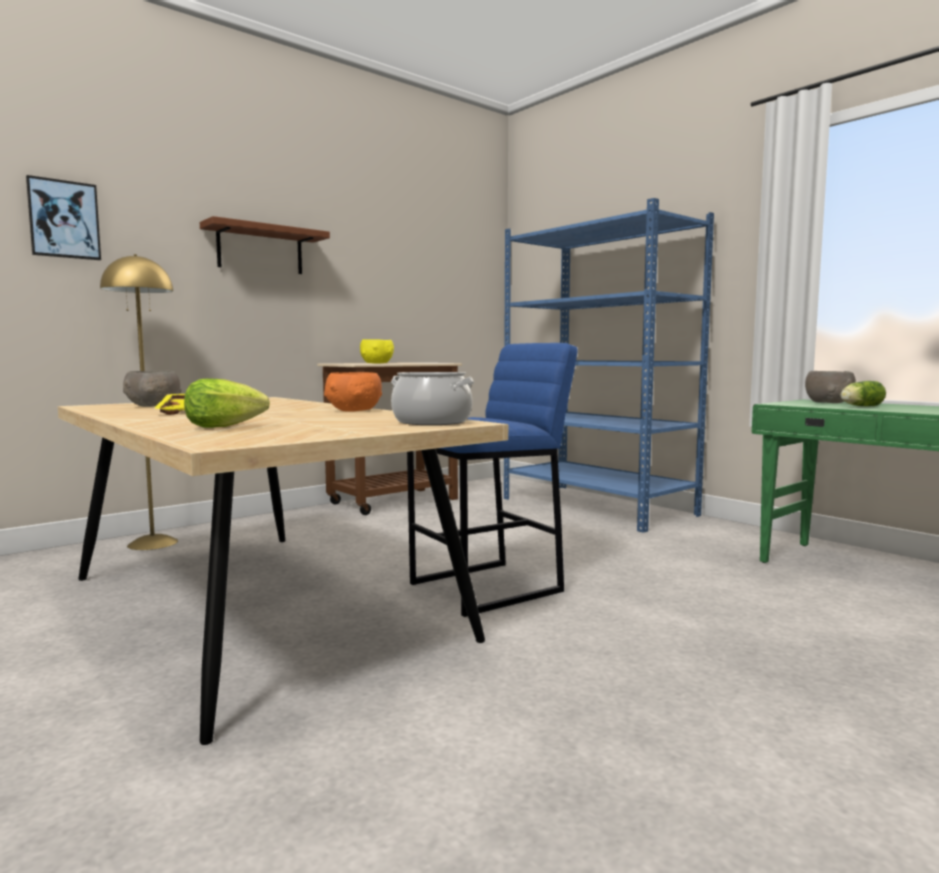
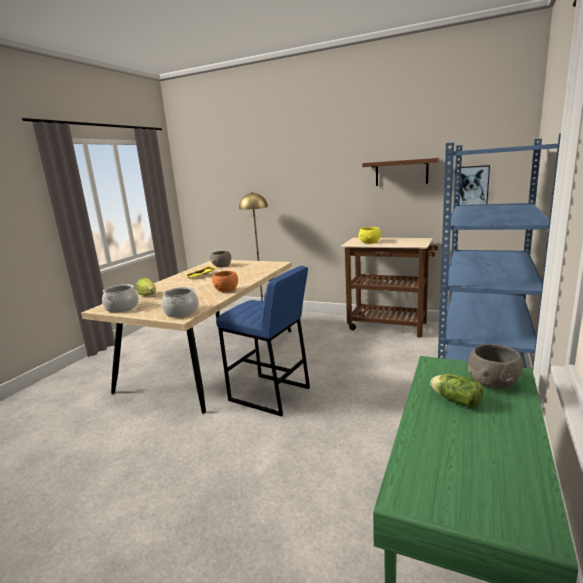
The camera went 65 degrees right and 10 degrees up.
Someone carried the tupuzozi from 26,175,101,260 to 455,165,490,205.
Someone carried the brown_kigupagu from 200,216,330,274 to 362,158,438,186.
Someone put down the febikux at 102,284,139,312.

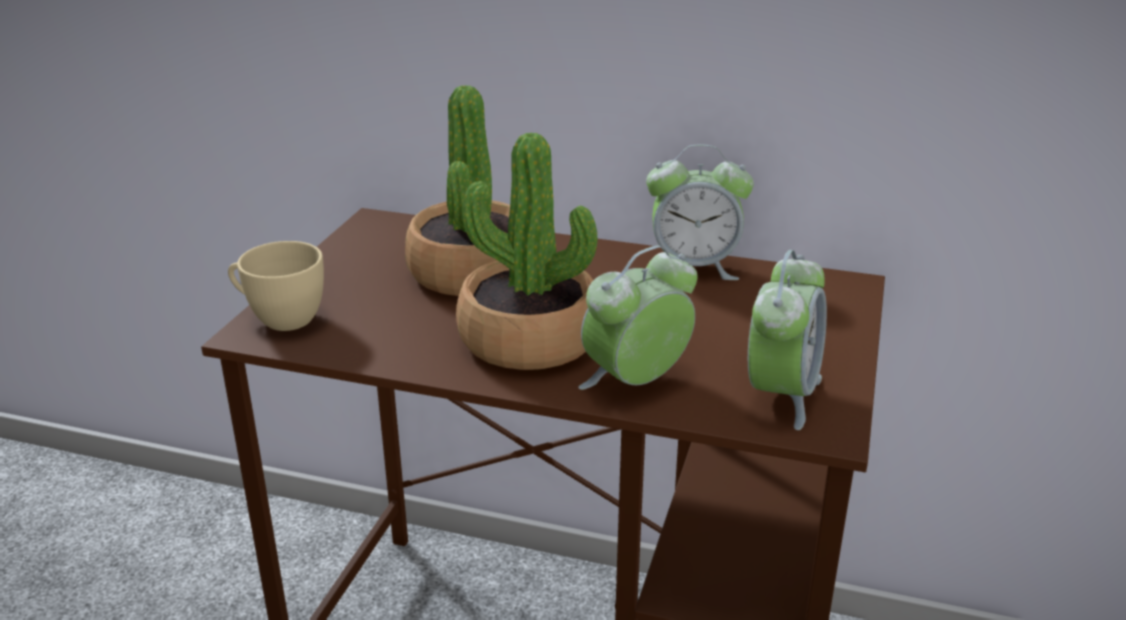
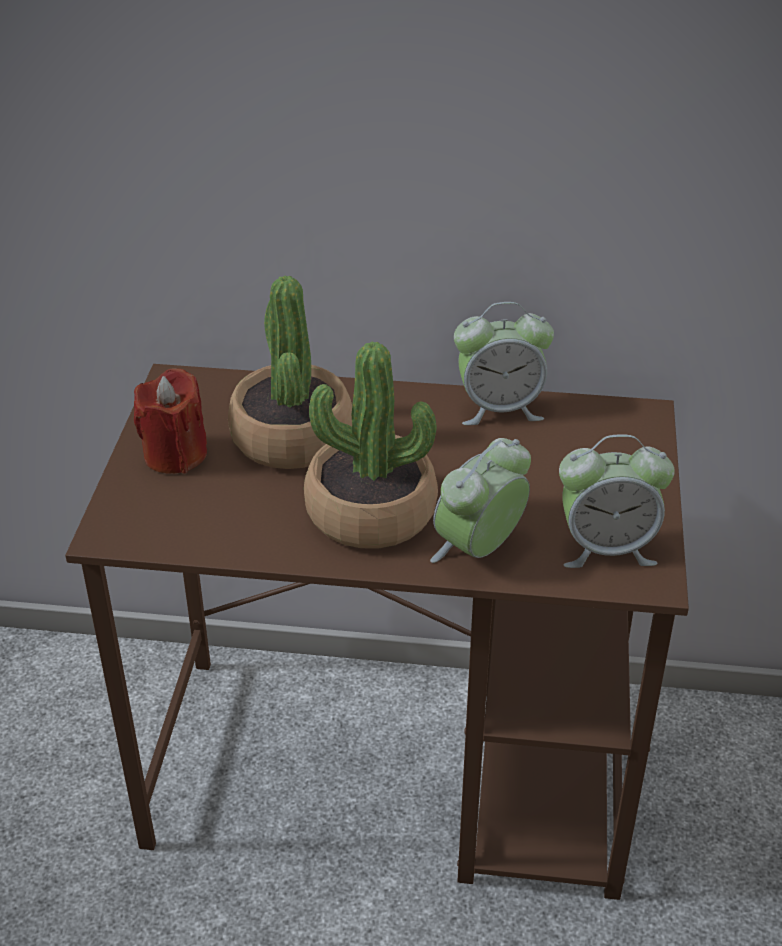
The camera went 10 degrees left and 10 degrees up.
Someone took away the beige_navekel at 228,241,324,331.
Someone rotated the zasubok at 748,250,827,430 by 75 degrees clockwise.
Someone put down the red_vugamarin at 134,368,207,474.

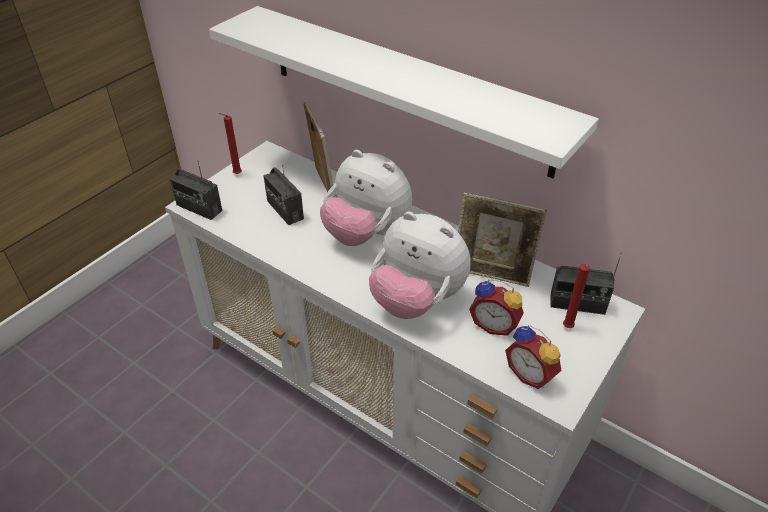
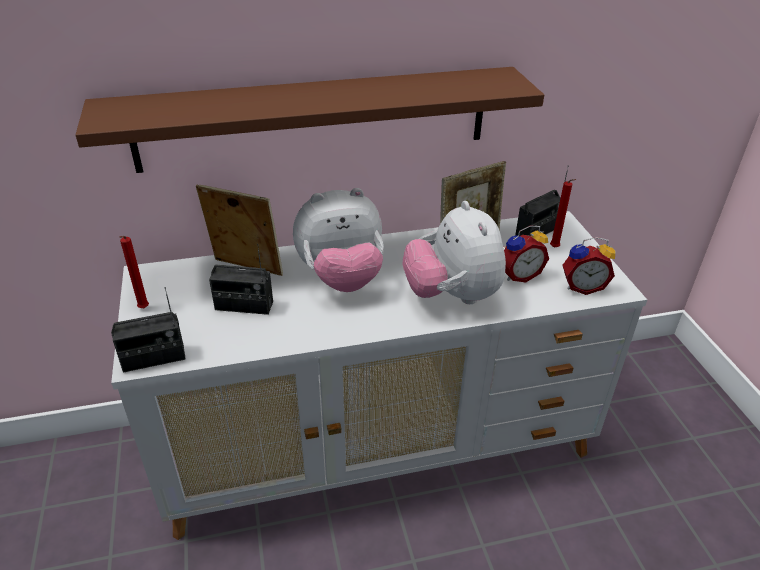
The camera went 50 degrees left and 5 degrees down.
Someone repainted the white_kigupagu at 209,6,599,178, which became the brown_kigupagu at 75,67,544,173.
Someone rotated the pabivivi at 369,212,471,319 by 90 degrees clockwise.

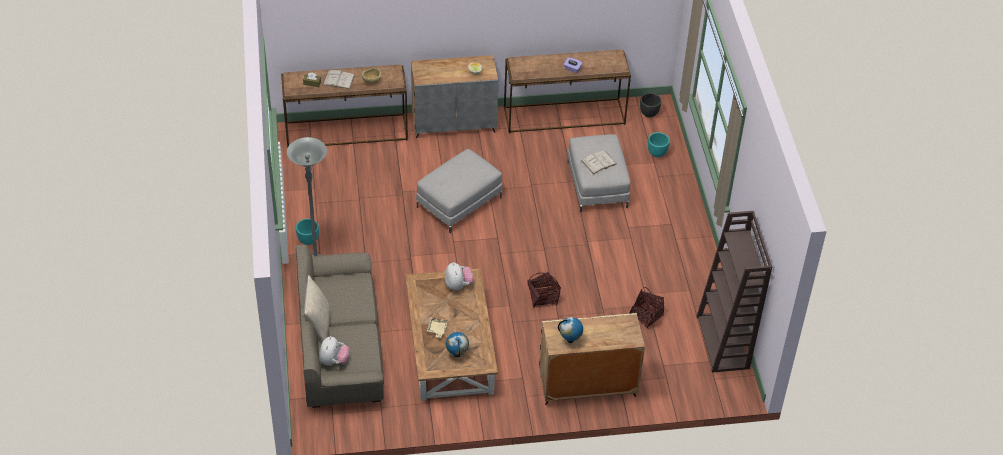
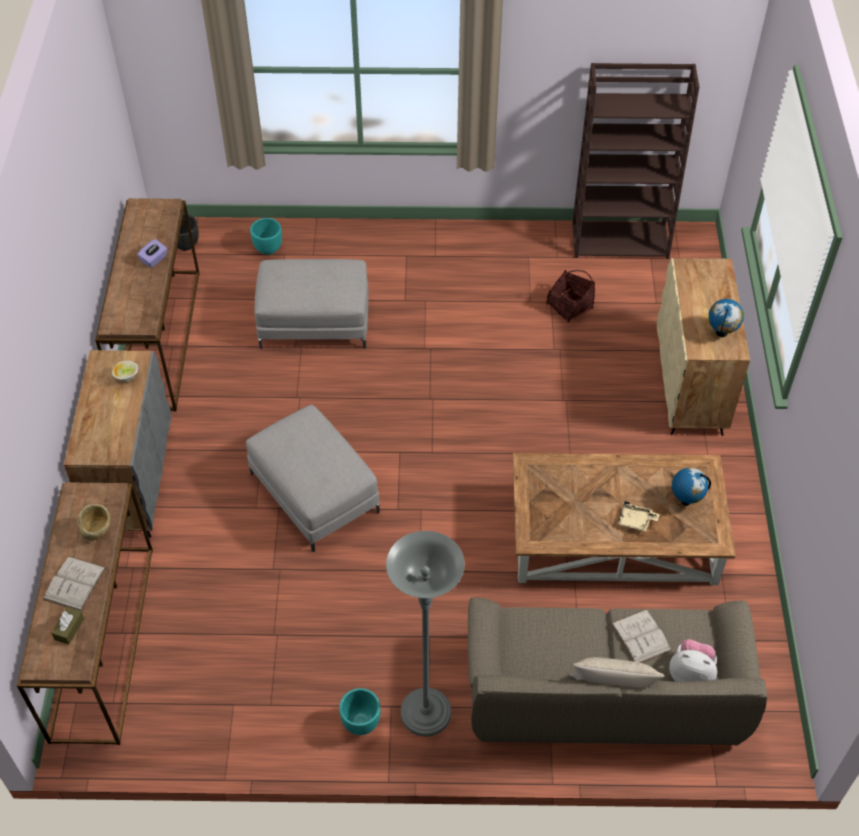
The camera went 80 degrees left and 5 degrees up.
Someone took away the pabivivi at 445,262,474,290.
Someone took away the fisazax at 527,272,561,307.
Someone carried the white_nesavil from 581,150,617,174 to 611,609,672,663.

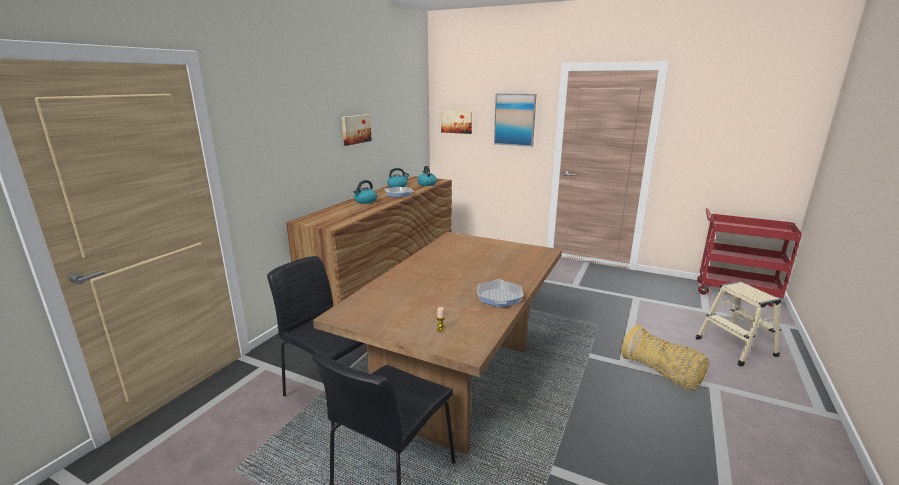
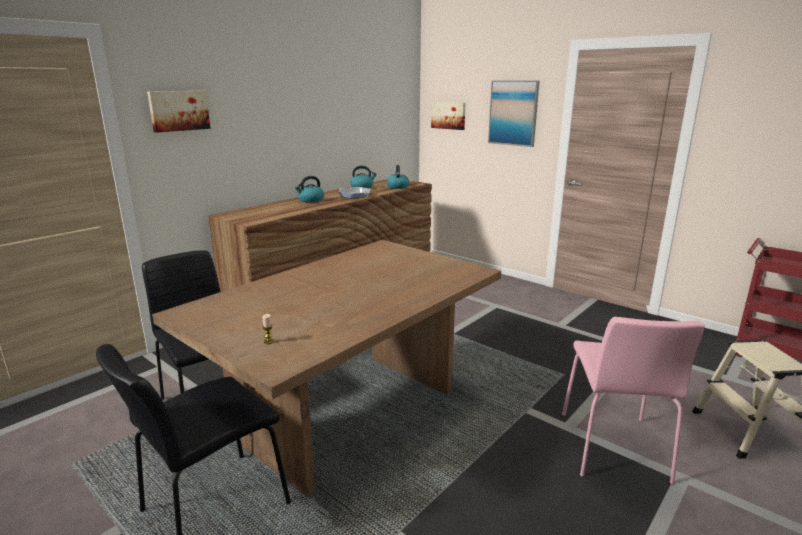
The camera went 15 degrees right and 0 degrees up.
Someone carried the tupuzozi from 342,114,372,146 to 147,91,211,133.
Someone took away the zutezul at 477,279,523,307.
Someone swapped the fisazax at 622,325,709,390 for the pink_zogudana at 562,317,705,484.

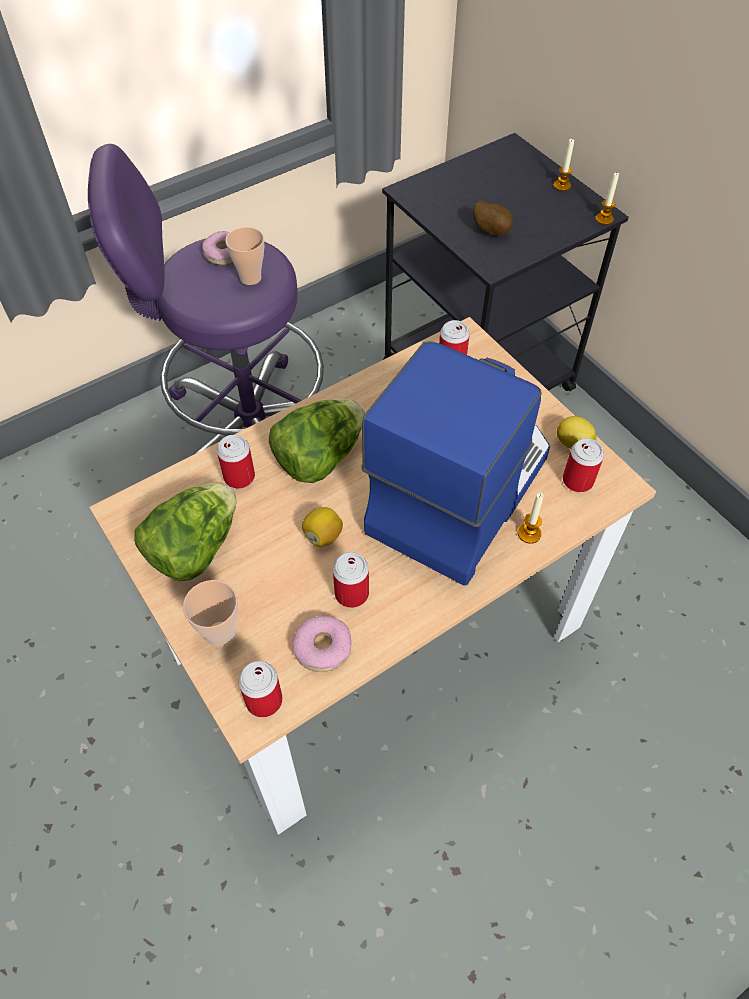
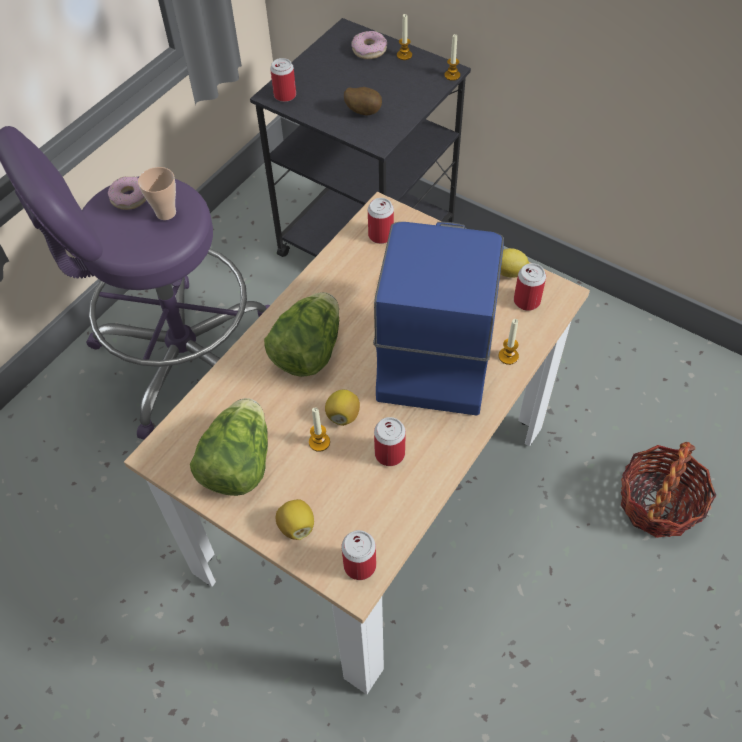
The camera went 20 degrees left and 0 degrees up.
Someone swapped the navekel at 183,580,238,647 for the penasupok at 276,499,314,540.
Someone carried the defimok from 217,435,255,488 to 270,58,296,102.
Someone carried the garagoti from 293,615,351,672 to 352,31,387,59.
Someone put down the vugamarin at 309,408,330,452.
Someone put down the fisazax at 621,442,717,538.

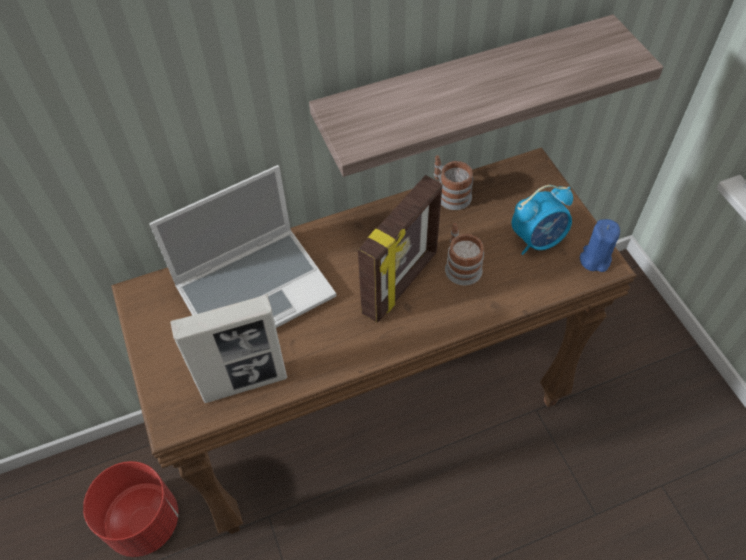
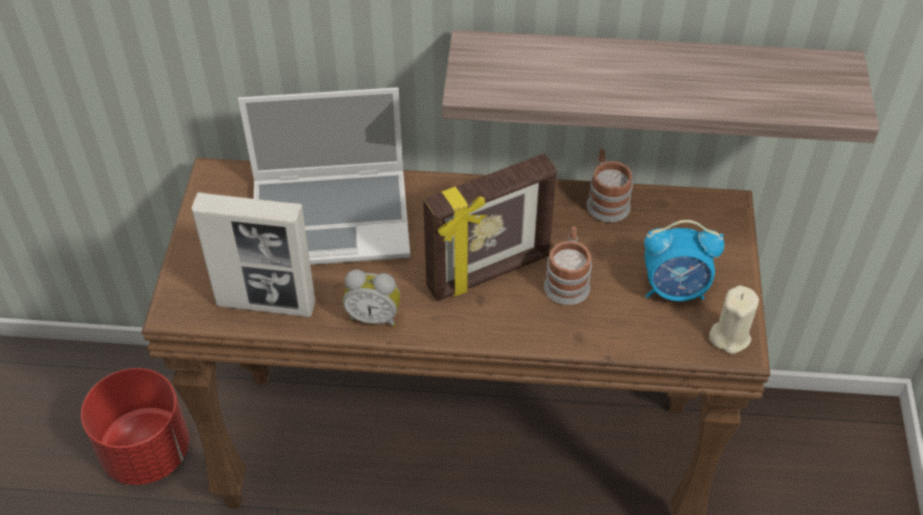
The camera went 25 degrees right and 5 degrees down.
Someone repainted the blue_vugamarin at 580,219,620,272, which became the beige_vugamarin at 709,285,759,354.
Someone put down the zasubok at 343,269,400,327.

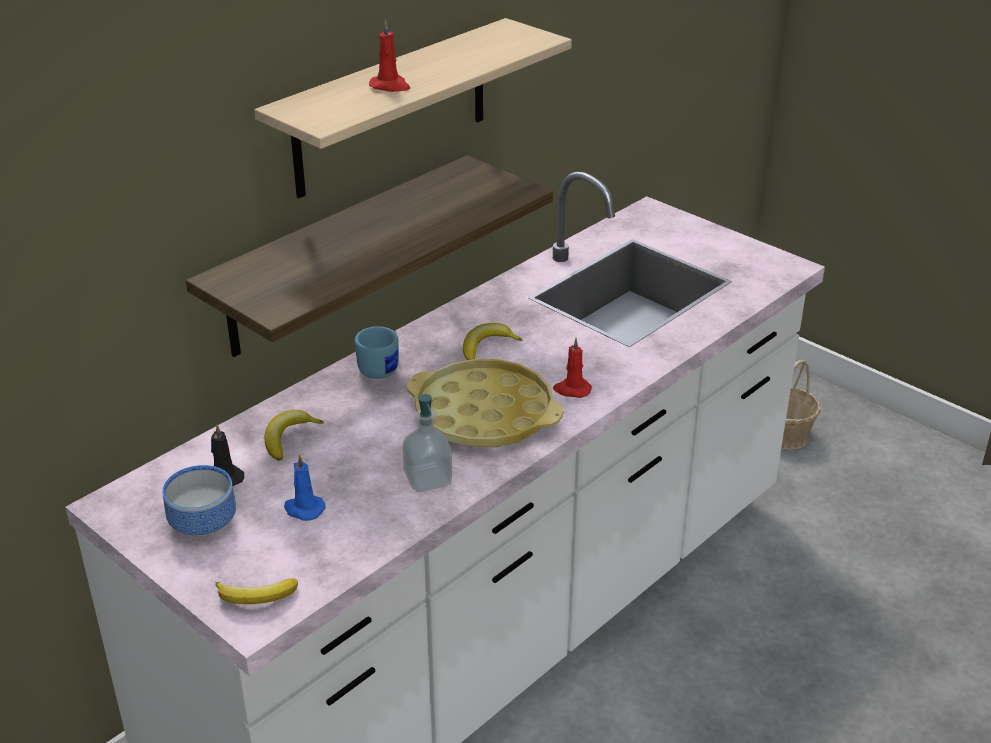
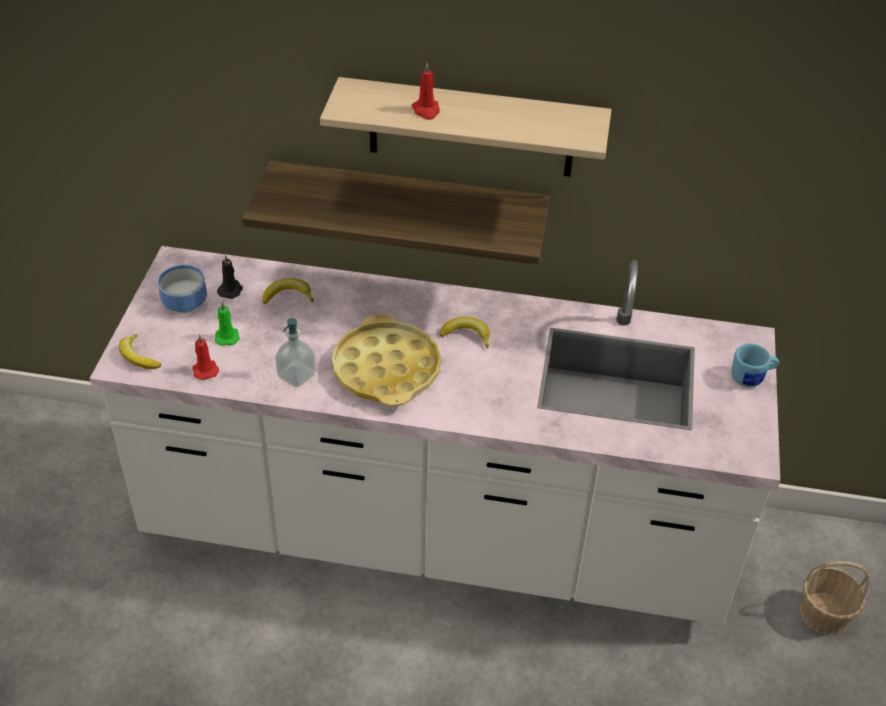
The camera went 55 degrees right and 10 degrees up.
Someone repainted the blue_vugamarin at 284,454,326,521, which became the green_vugamarin at 215,301,240,346.
Someone carried the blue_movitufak from 355,326,399,379 to 731,343,779,387.
Someone carried the red_vugamarin from 553,338,592,398 to 192,334,219,380.

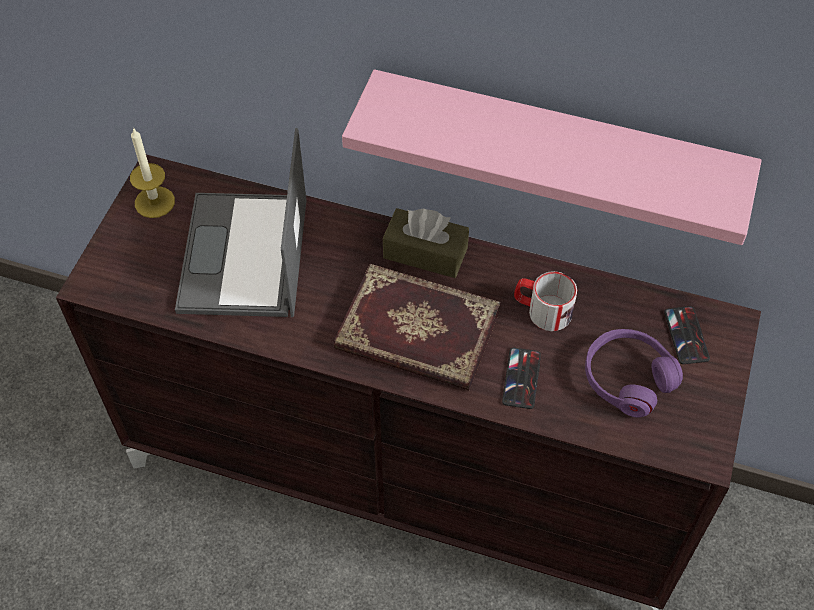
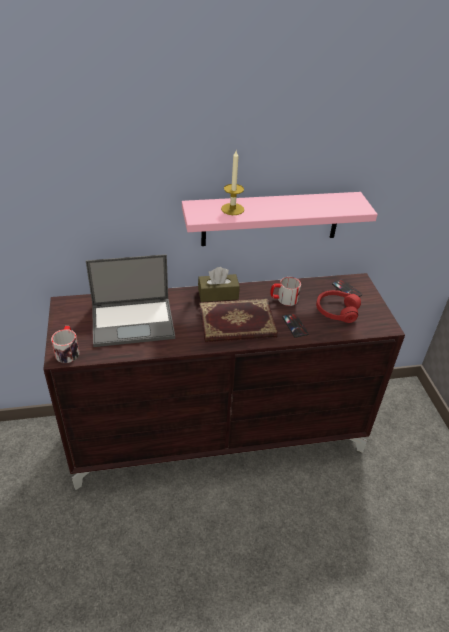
The camera went 30 degrees left and 15 degrees down.
Someone carried the vugamarin from 130,127,175,218 to 221,151,244,215.
Someone rotated the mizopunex at 175,128,306,317 by 75 degrees counterclockwise.
Someone repainted the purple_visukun at 585,329,683,418, which became the red_visukun at 316,290,361,323.
Someone put down the movitufak at 51,326,79,363.

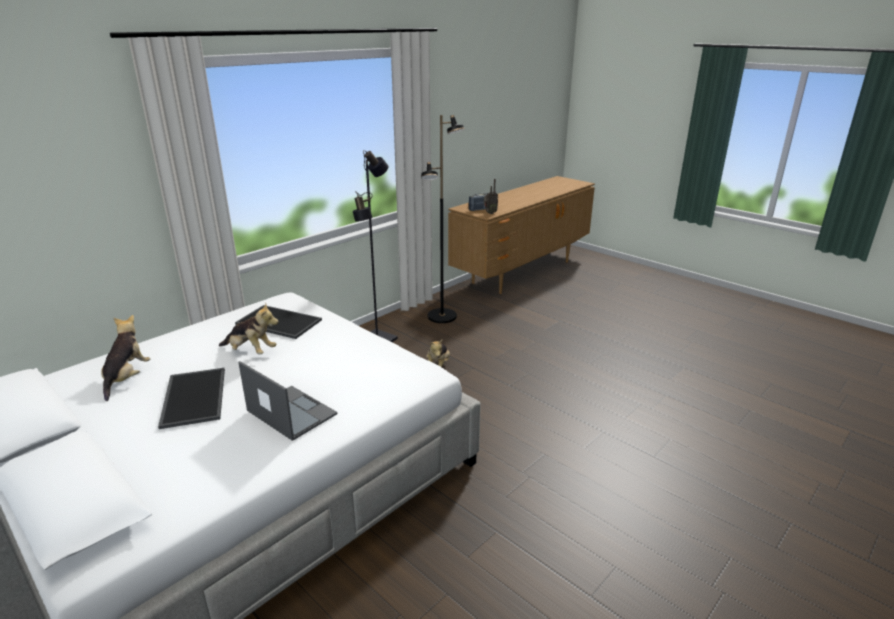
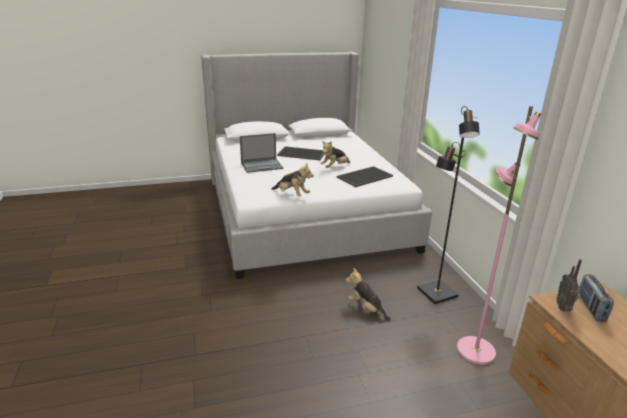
The camera went 120 degrees right and 0 degrees up.
Someone carried the pabivivi from 101,315,150,401 to 272,163,314,196.
Someone repainted the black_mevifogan at 421,115,465,323, which became the pink_mevifogan at 457,106,541,365.

